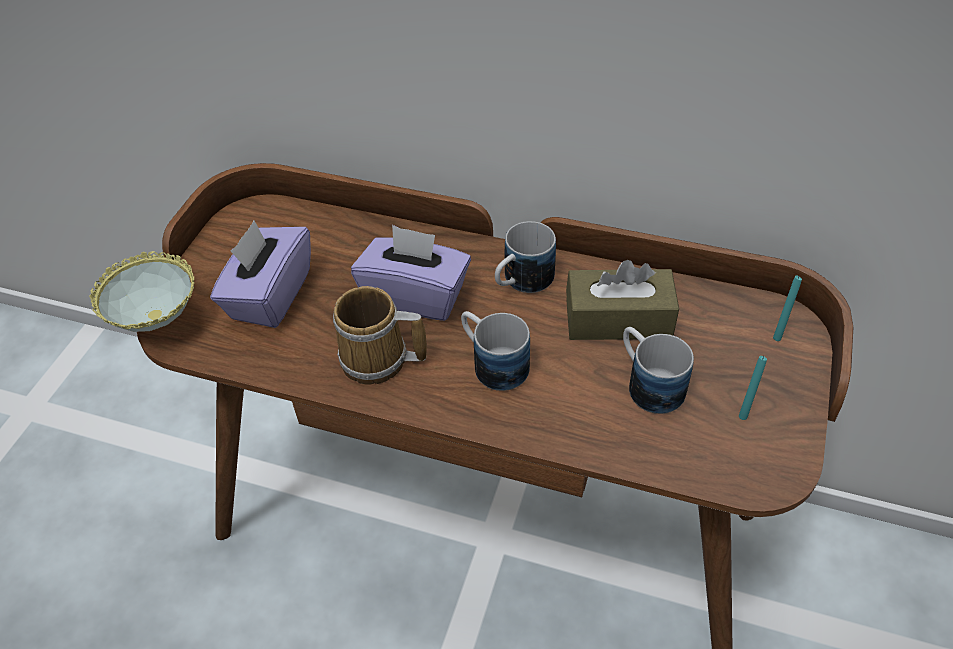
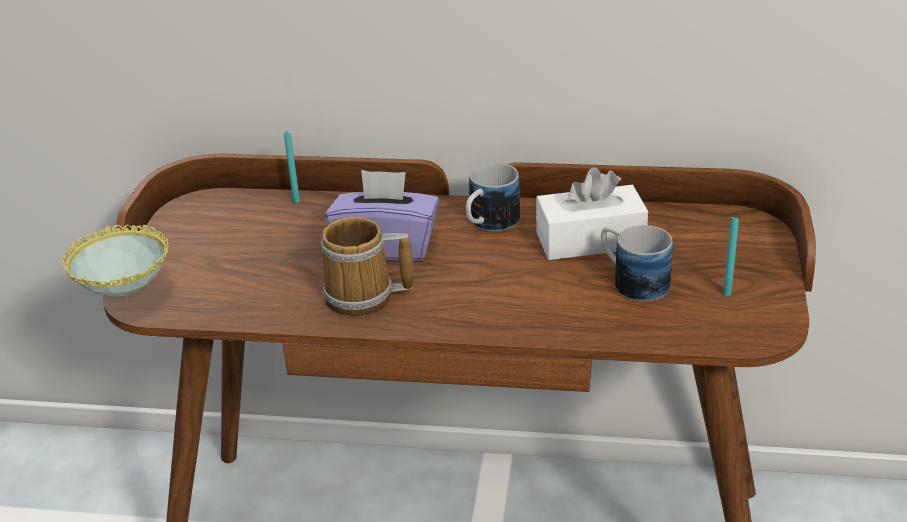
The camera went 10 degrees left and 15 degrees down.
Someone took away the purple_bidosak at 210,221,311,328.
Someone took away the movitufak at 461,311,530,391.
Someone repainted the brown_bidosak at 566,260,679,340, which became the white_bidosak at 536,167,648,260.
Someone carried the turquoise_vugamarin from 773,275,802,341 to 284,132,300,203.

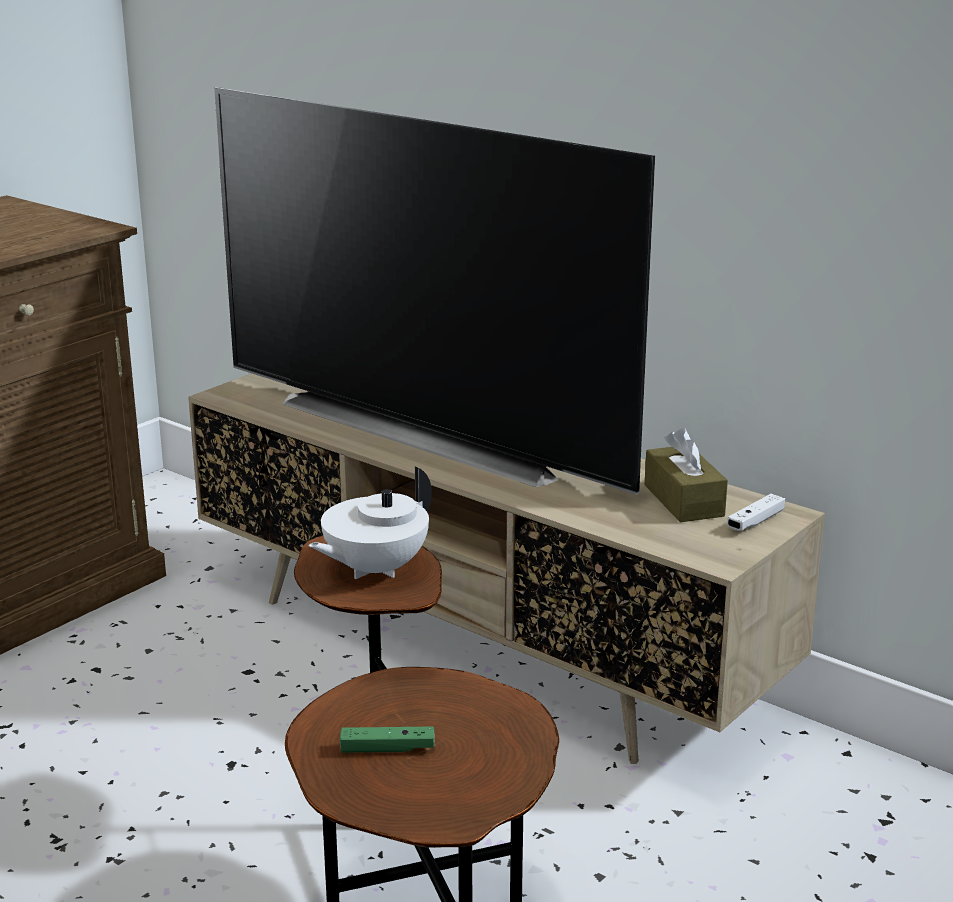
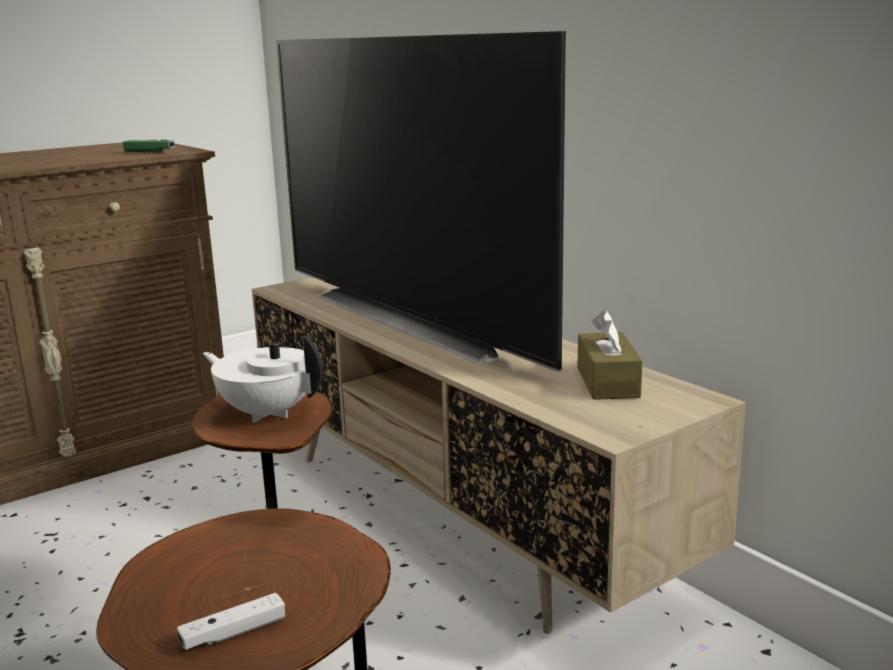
The camera went 15 degrees right and 5 degrees down.
Someone rotated the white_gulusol at 308,467,432,579 by 60 degrees clockwise.
Someone carried the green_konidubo from 340,727,434,753 to 123,140,175,152.
Someone carried the white_konidubo from 727,494,785,531 to 177,593,285,650.

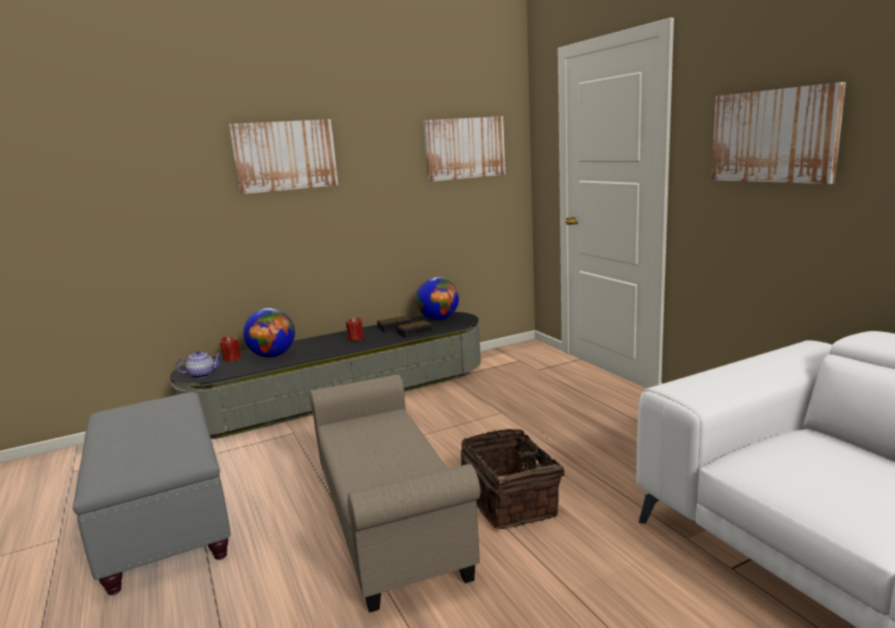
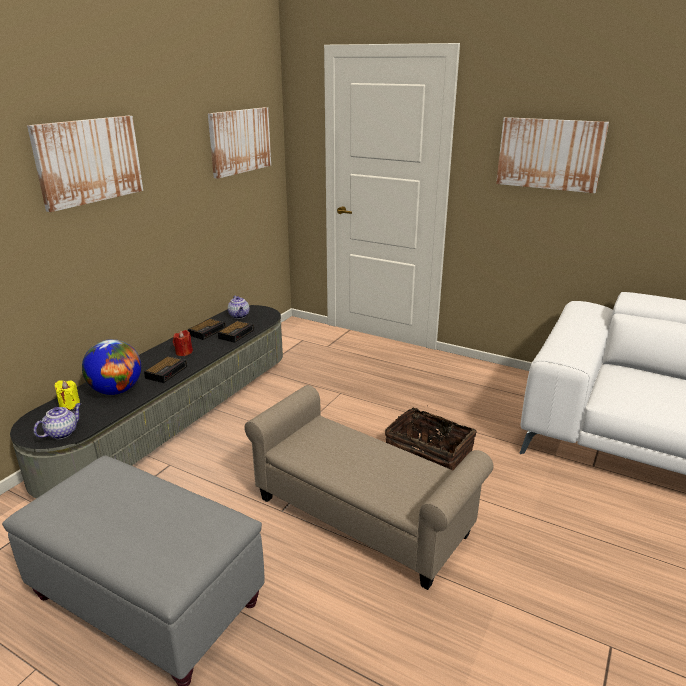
The camera went 35 degrees left and 10 degrees up.
Someone repainted the red_vugamarin at 220,336,241,362, which became the yellow_vugamarin at 54,380,80,410.
Someone swapped the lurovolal at 416,277,459,320 for the gulusol at 228,296,250,319.
Someone put down the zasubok at 144,356,187,383.

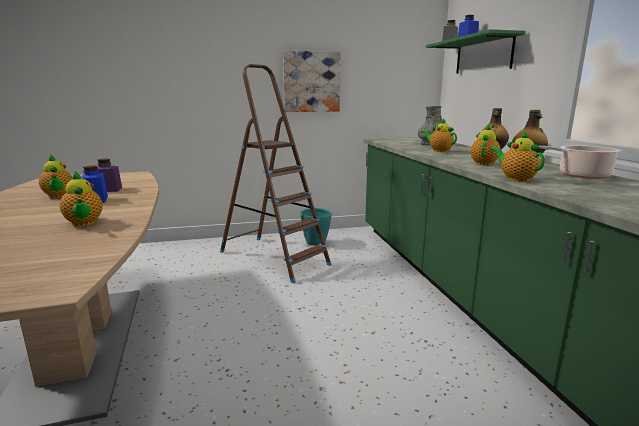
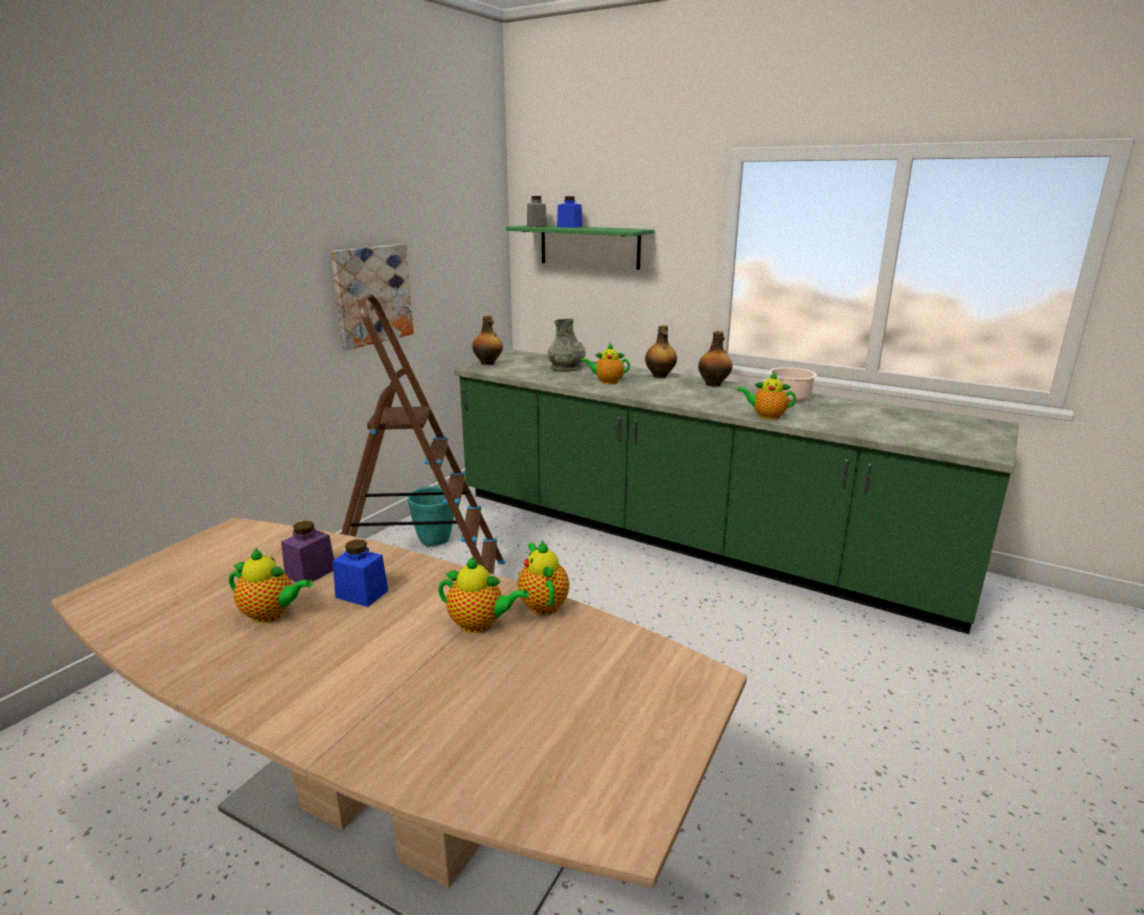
The camera went 45 degrees left and 5 degrees up.
Someone carried the gulusol from 471,124,501,165 to 517,539,570,615.
Someone put down the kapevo at 472,315,503,365.

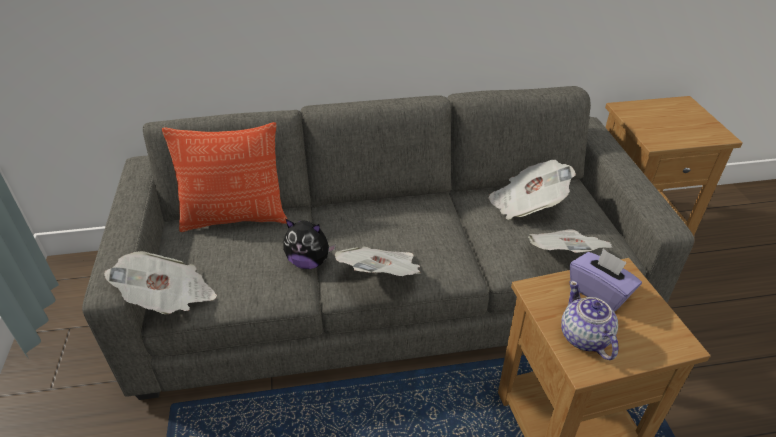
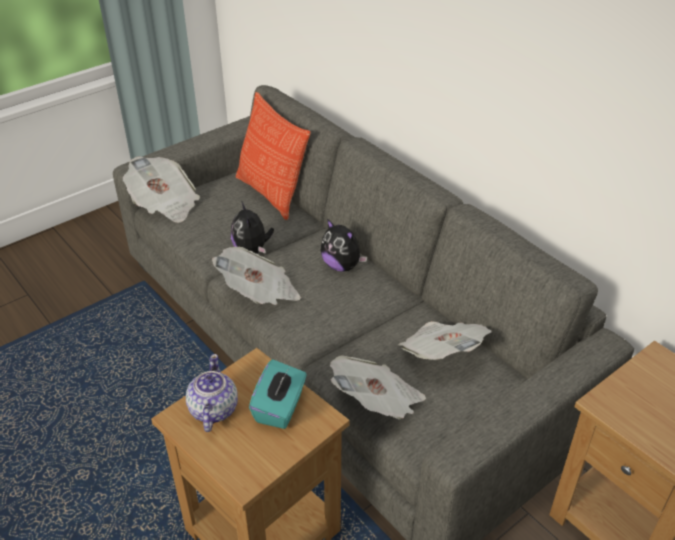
The camera went 60 degrees right and 0 degrees up.
Someone rotated the gulusol at 561,280,619,360 by 45 degrees counterclockwise.
Someone repainted the purple_bidosak at 570,248,642,312, which became the turquoise_bidosak at 249,359,307,429.
Someone put down the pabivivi at 321,219,367,272.

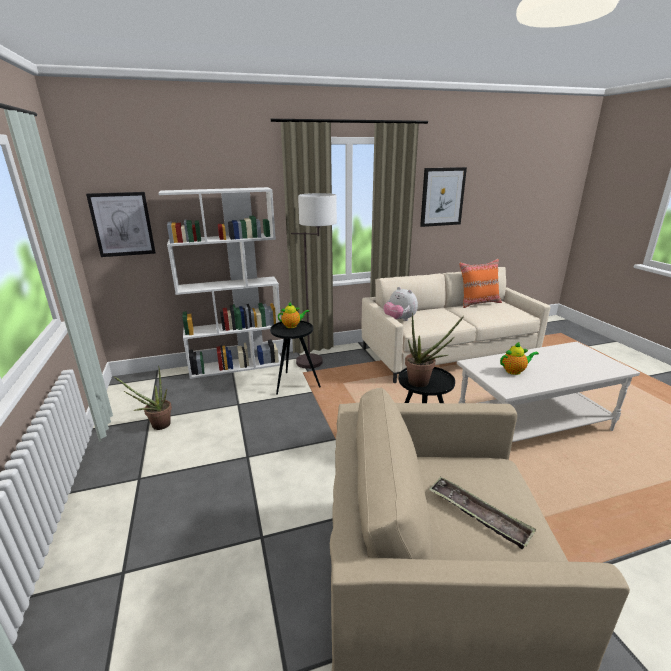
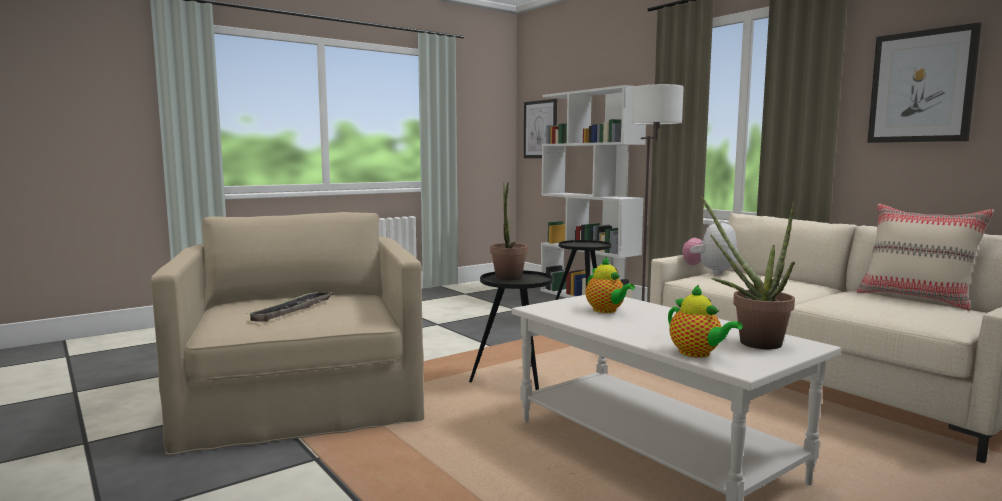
The camera went 70 degrees right and 15 degrees down.
Someone carried the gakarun from 114,366,172,430 to 700,195,795,349.
Someone carried the gulusol from 278,302,310,328 to 668,285,743,358.
Someone repainted the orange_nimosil at 459,259,502,308, which became the beige_nimosil at 857,204,994,311.

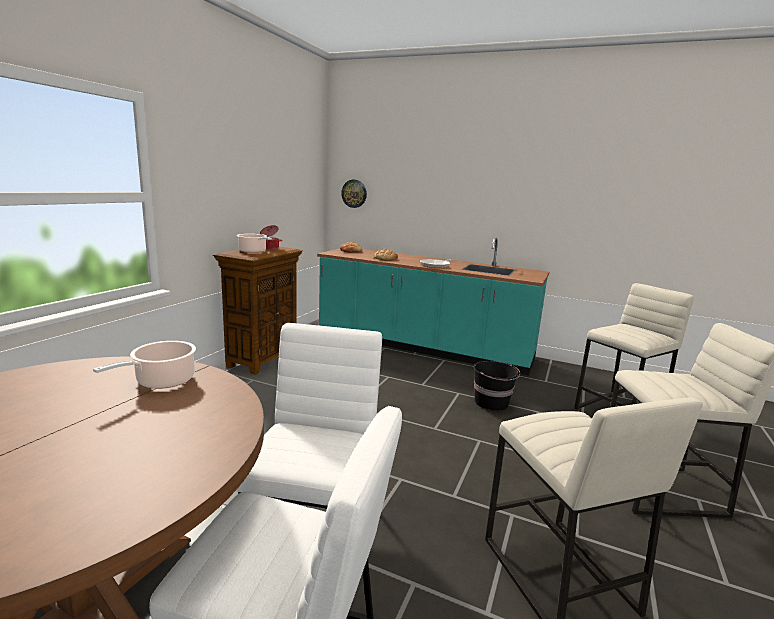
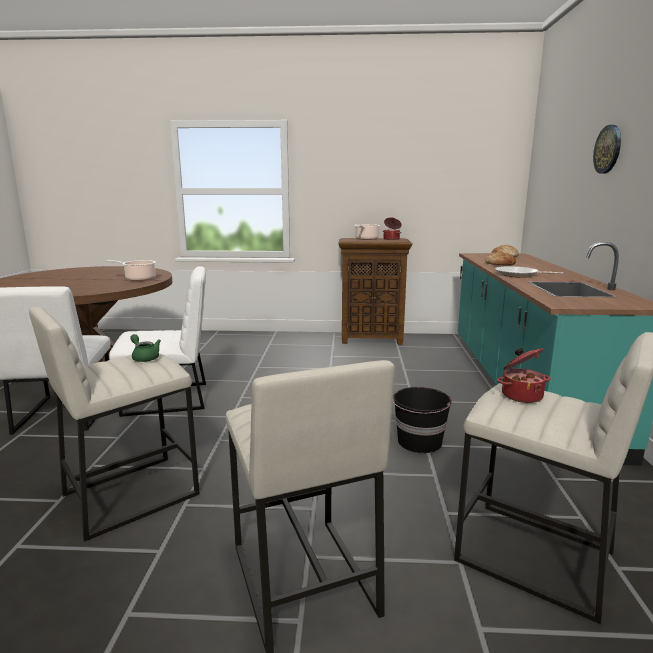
The camera went 70 degrees right and 0 degrees up.
Someone carried the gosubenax from 341,180,367,208 to 593,125,621,174.
Someone put down the green_gulusol at 130,334,161,362.
Someone put down the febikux at 497,348,550,403.

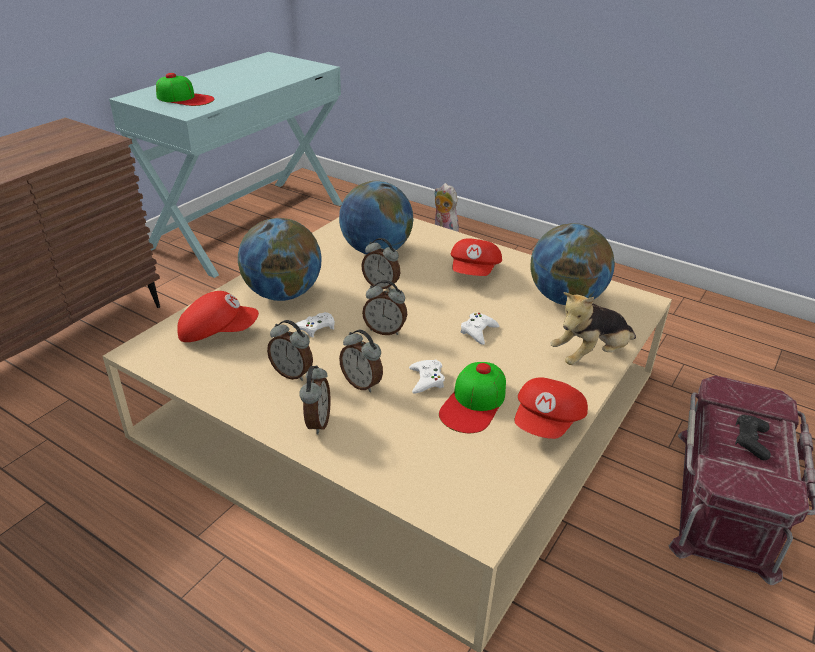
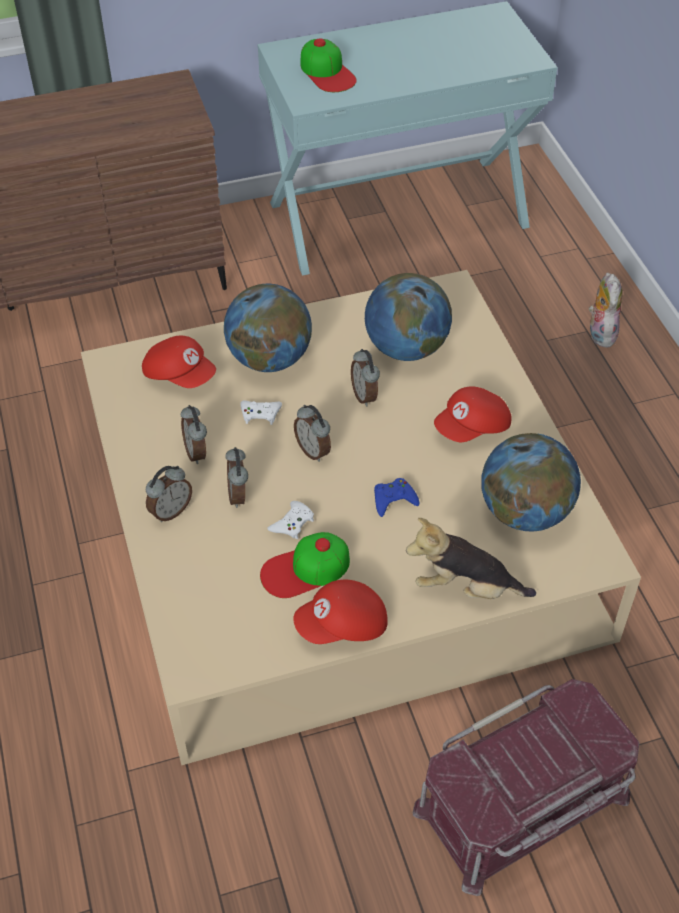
The camera went 40 degrees right and 15 degrees up.
Someone repainted the white_konidubo at 460,313,499,345, which became the blue_konidubo at 374,478,419,517.
Someone took away the black_konidubo at 735,415,771,460.

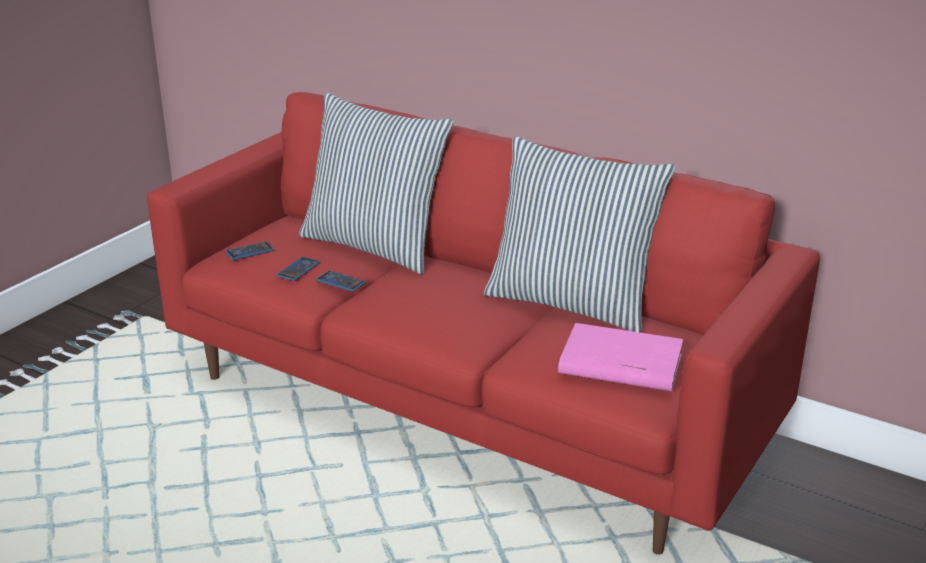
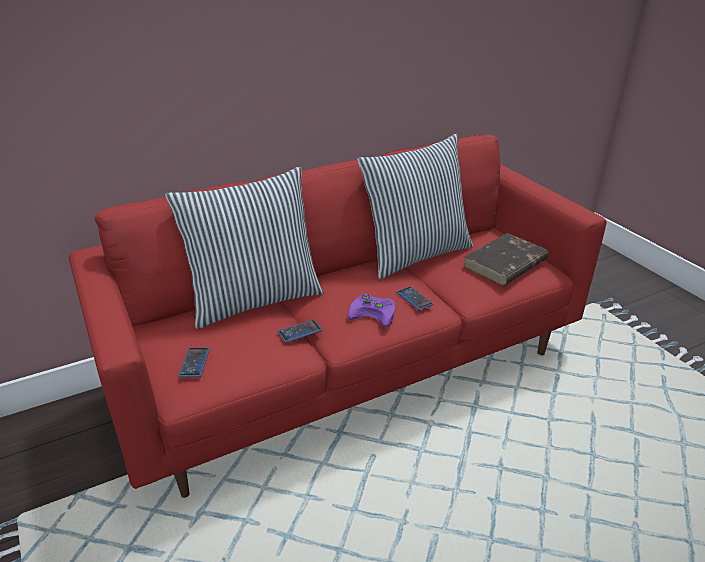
The camera went 60 degrees left and 5 degrees up.
Someone carried the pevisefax from 276,257,320,281 to 396,286,434,310.
Someone repainted the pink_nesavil at 558,323,684,391, which became the brown_nesavil at 463,233,549,286.
Someone put down the purple_konidubo at 348,293,395,327.

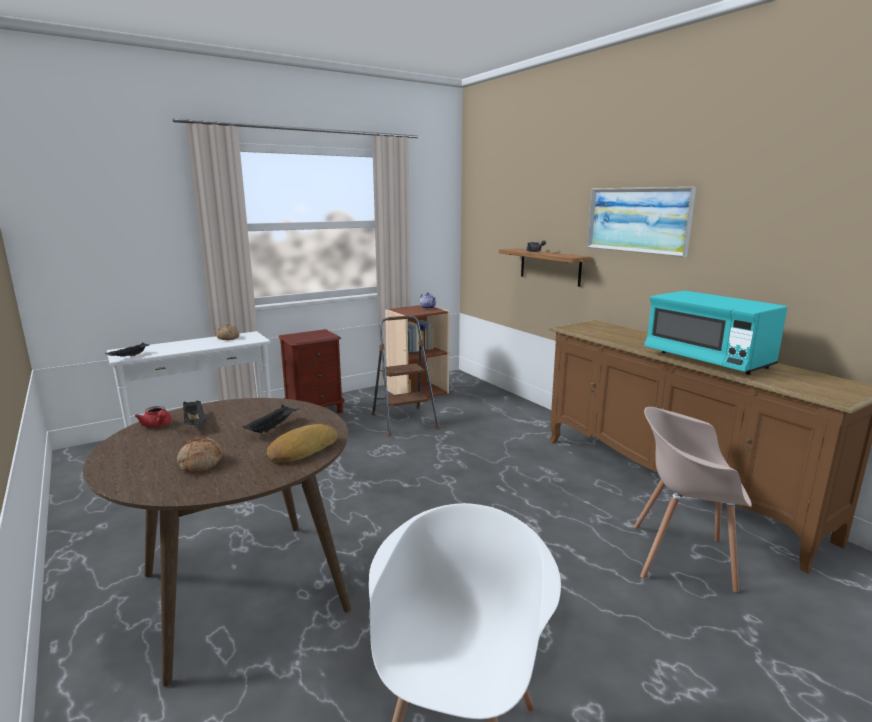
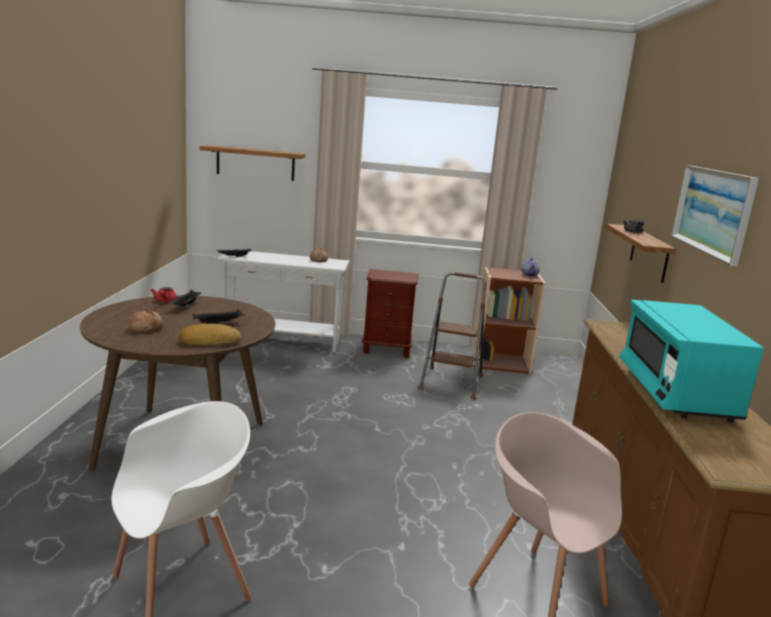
The camera went 35 degrees right and 0 degrees up.
Someone put up the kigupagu at 199,145,305,181.

